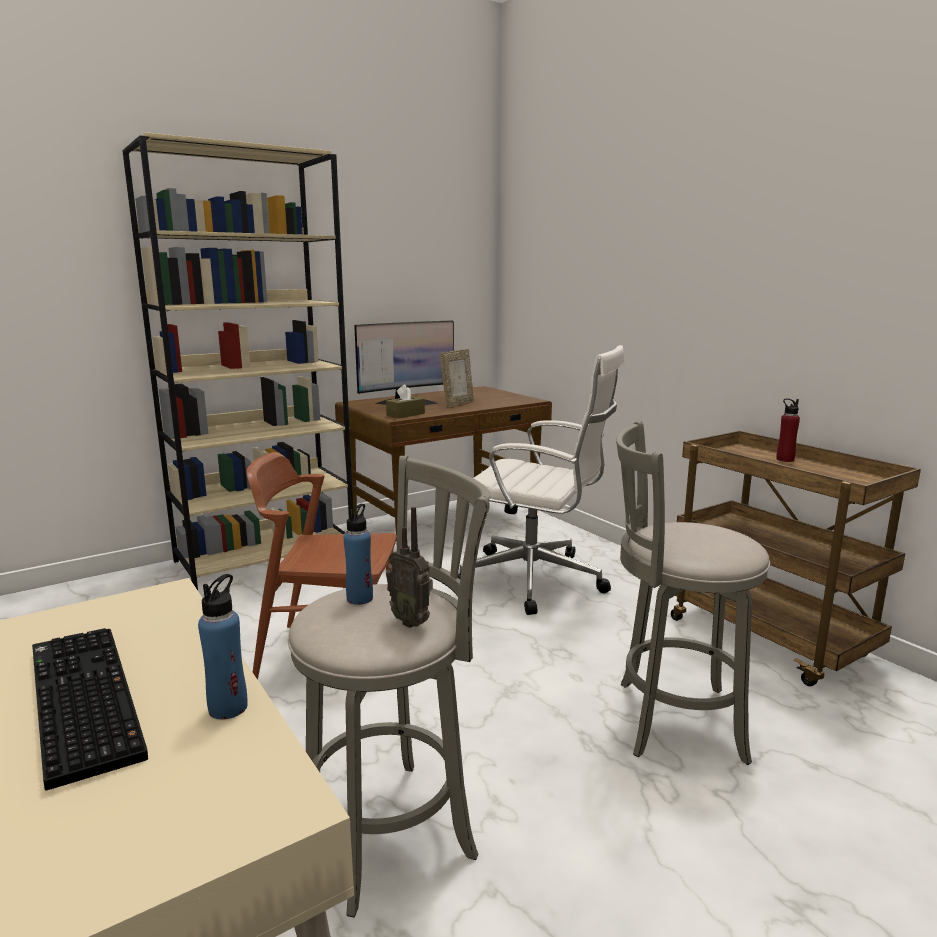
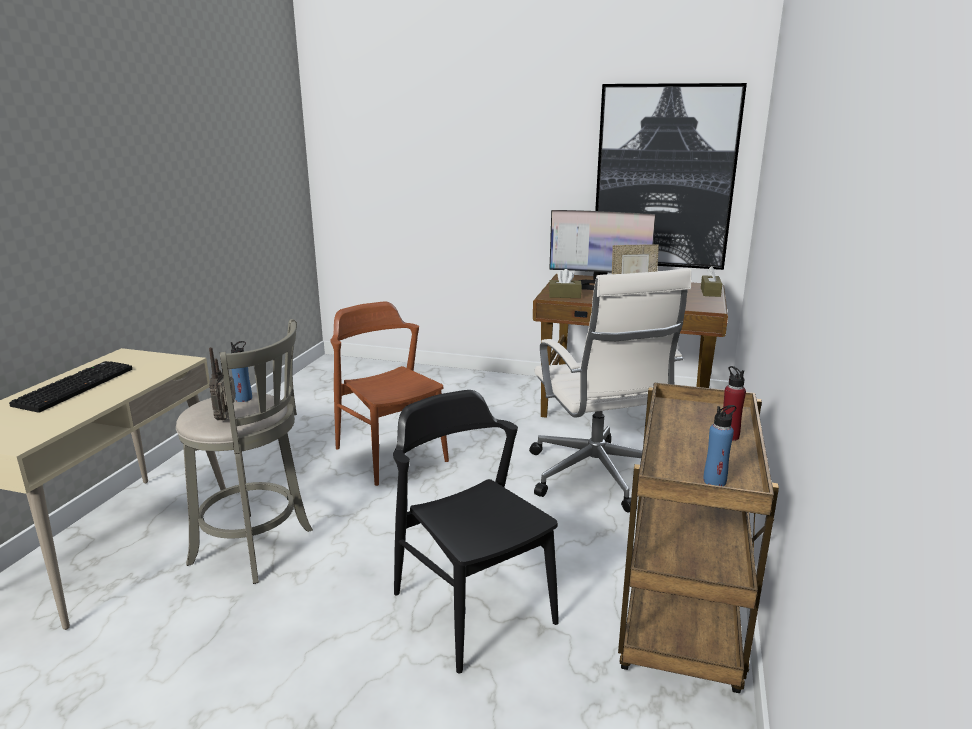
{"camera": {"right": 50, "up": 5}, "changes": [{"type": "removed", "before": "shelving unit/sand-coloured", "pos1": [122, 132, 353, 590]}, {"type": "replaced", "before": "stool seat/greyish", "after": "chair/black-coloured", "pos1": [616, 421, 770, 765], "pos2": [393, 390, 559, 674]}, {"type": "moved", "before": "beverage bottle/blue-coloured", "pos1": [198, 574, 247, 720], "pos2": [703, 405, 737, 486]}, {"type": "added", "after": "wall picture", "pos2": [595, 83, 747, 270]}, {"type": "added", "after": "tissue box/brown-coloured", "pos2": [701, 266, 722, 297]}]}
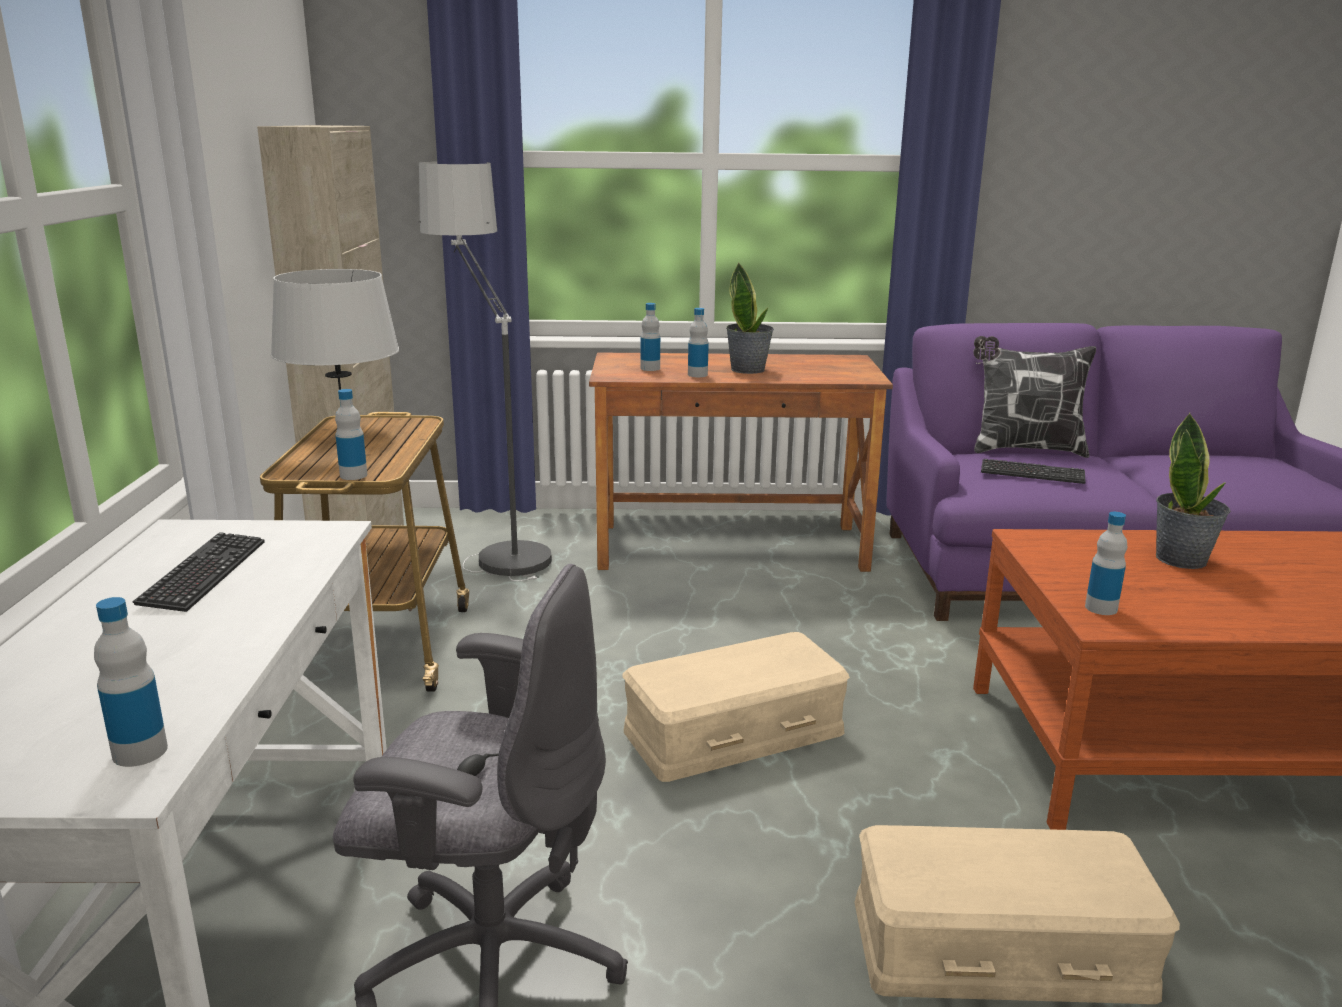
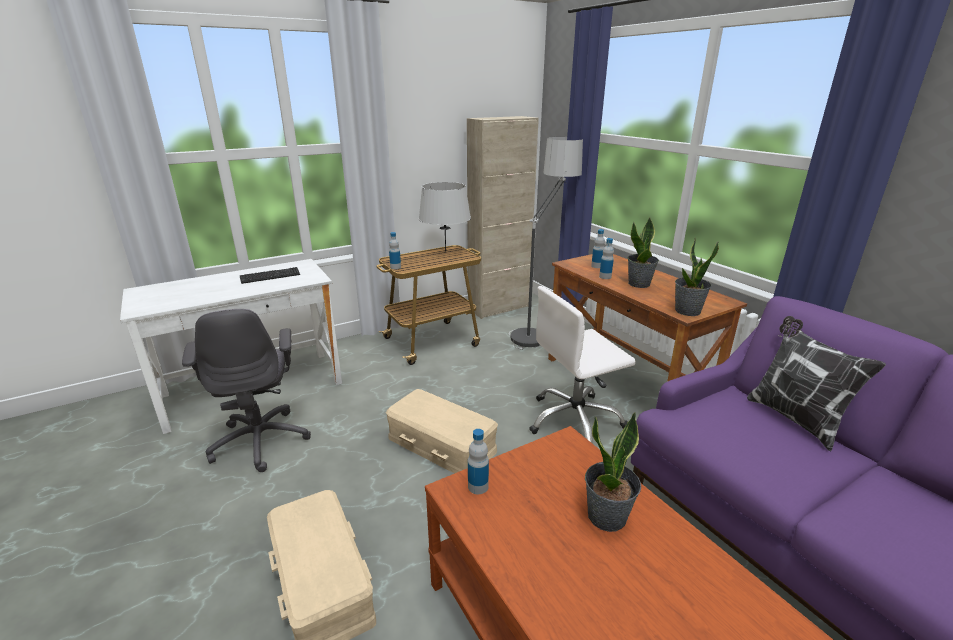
{"camera": {"right": 60, "up": 5}, "changes": [{"type": "removed", "before": "PC keyboard", "pos1": [981, 459, 1085, 484]}, {"type": "removed", "before": "beverage bottle", "pos1": [94, 597, 168, 767]}, {"type": "added", "after": "houseplant", "pos2": [675, 238, 719, 316]}, {"type": "added", "after": "computer chair/whitish", "pos2": [529, 286, 636, 444]}]}
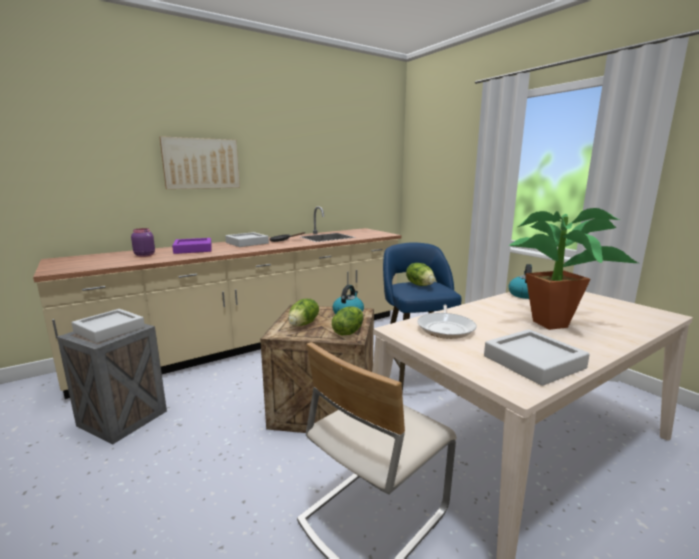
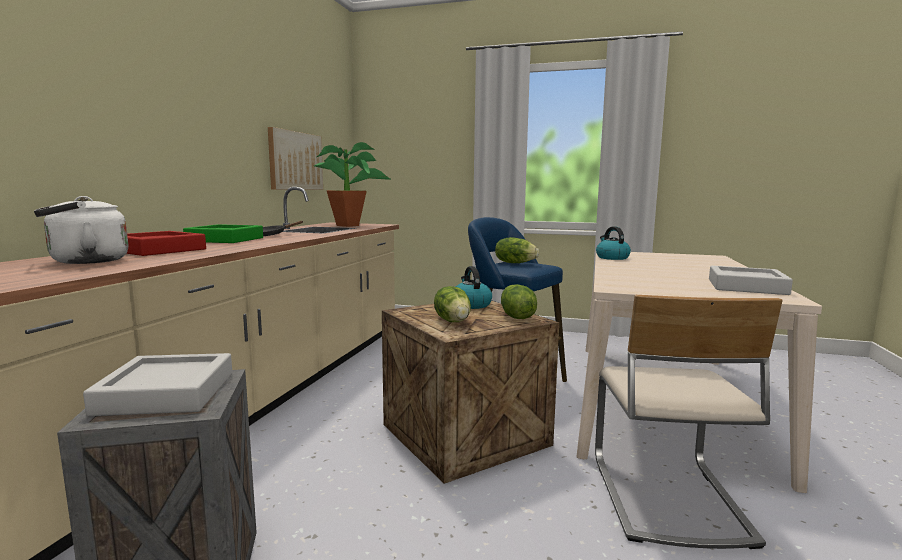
{"camera": {"right": -40, "up": -5}, "changes": [{"type": "moved", "before": "wall picture", "pos1": [160, 136, 240, 189], "pos2": [268, 127, 323, 190]}, {"type": "moved", "before": "houseplant", "pos1": [509, 208, 638, 330], "pos2": [314, 142, 390, 227]}, {"type": "replaced", "before": "jar/purple-coloured", "after": "tea kettle/whitish", "pos1": [131, 228, 155, 257], "pos2": [34, 196, 128, 264]}, {"type": "recoloured", "before": "carrying tray/greyish", "after": "carrying tray/green-coloured", "pos1": [225, 232, 269, 247], "pos2": [183, 224, 263, 243]}, {"type": "recoloured", "before": "carrying tray/purple-coloured", "after": "carrying tray/red", "pos1": [172, 238, 212, 254], "pos2": [126, 231, 206, 256]}, {"type": "removed", "before": "skillet", "pos1": [417, 305, 476, 339]}]}
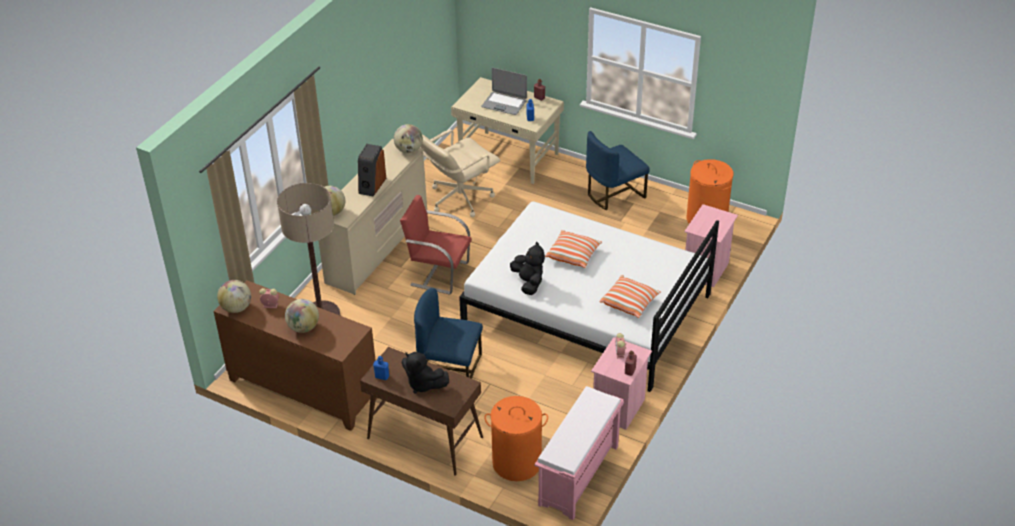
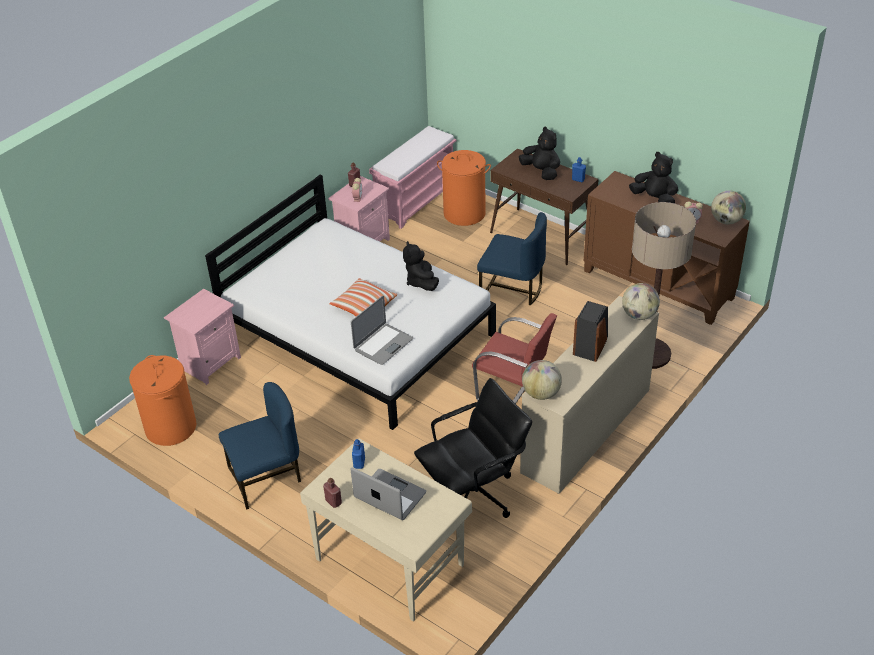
{"camera": {"right": -170, "up": 0}, "changes": [{"type": "recoloured", "before": "computer chair/sand-coloured", "after": "computer chair/black-coloured", "pos1": [420, 129, 500, 217], "pos2": [414, 378, 532, 518]}, {"type": "removed", "before": "pillow", "pos1": [599, 275, 661, 318]}, {"type": "replaced", "before": "desk globe", "after": "plush toy/black-coloured", "pos1": [285, 299, 319, 333], "pos2": [629, 152, 678, 203]}, {"type": "added", "after": "portable computer", "pos2": [351, 296, 413, 365]}]}
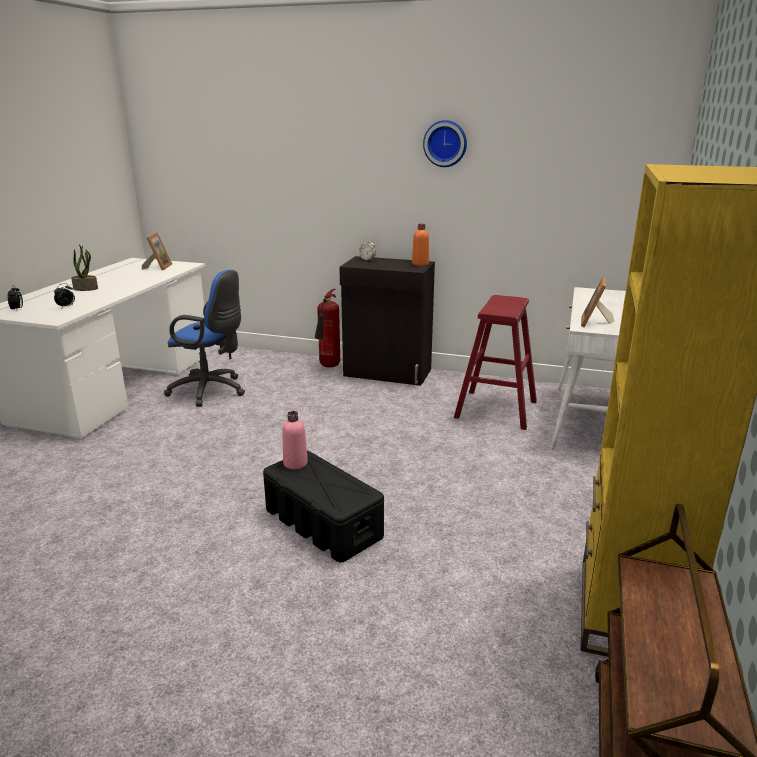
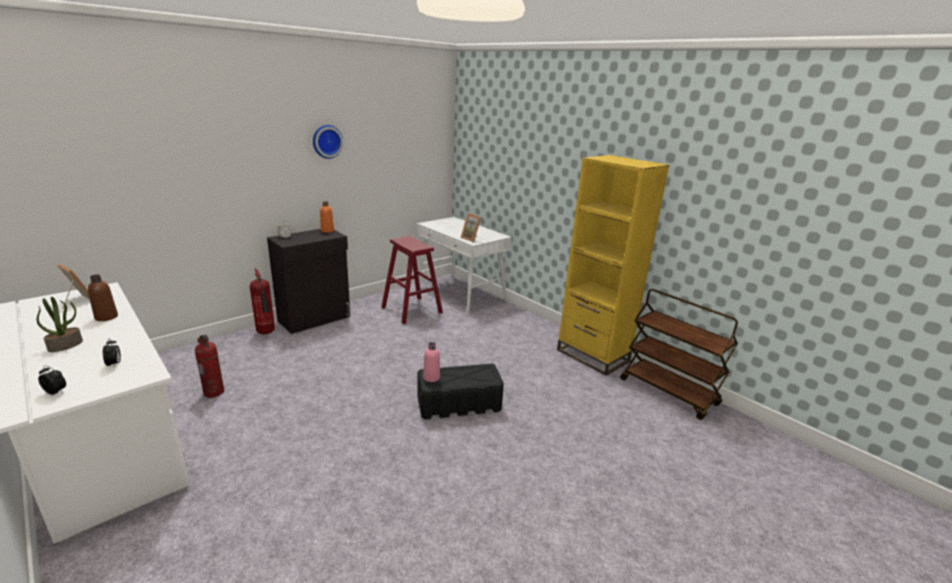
{"camera": {"right": -60, "up": 0}, "changes": [{"type": "replaced", "before": "computer chair/blue-coloured", "after": "fire-fighting cylinder", "pos1": [164, 270, 245, 407], "pos2": [195, 335, 224, 398]}, {"type": "added", "after": "beverage bottle/brown-coloured", "pos2": [88, 275, 118, 321]}]}
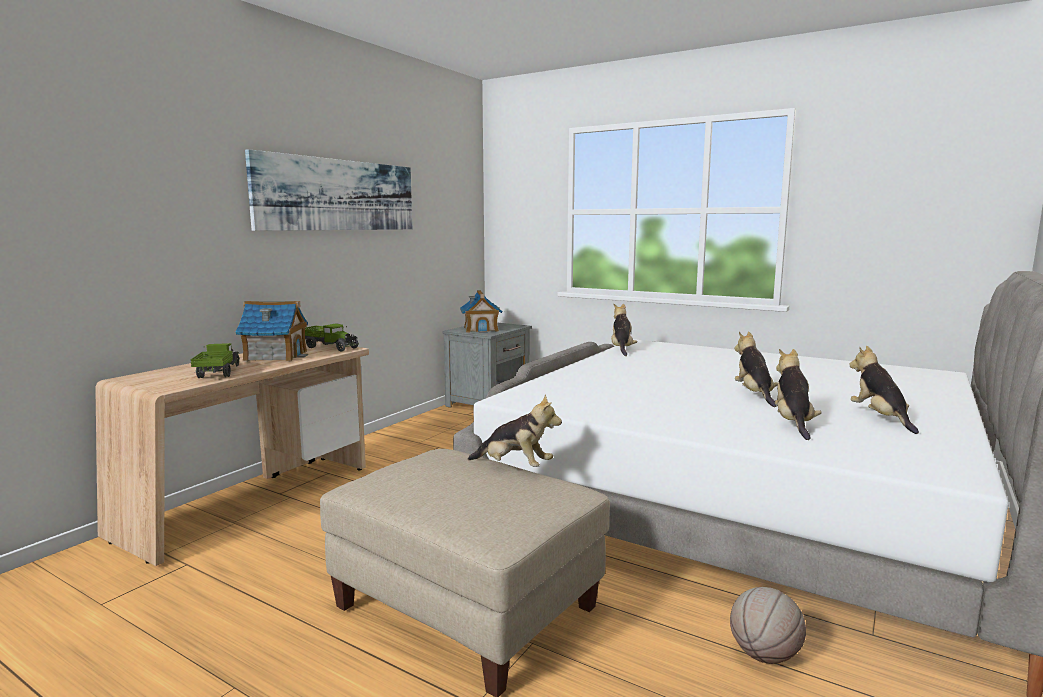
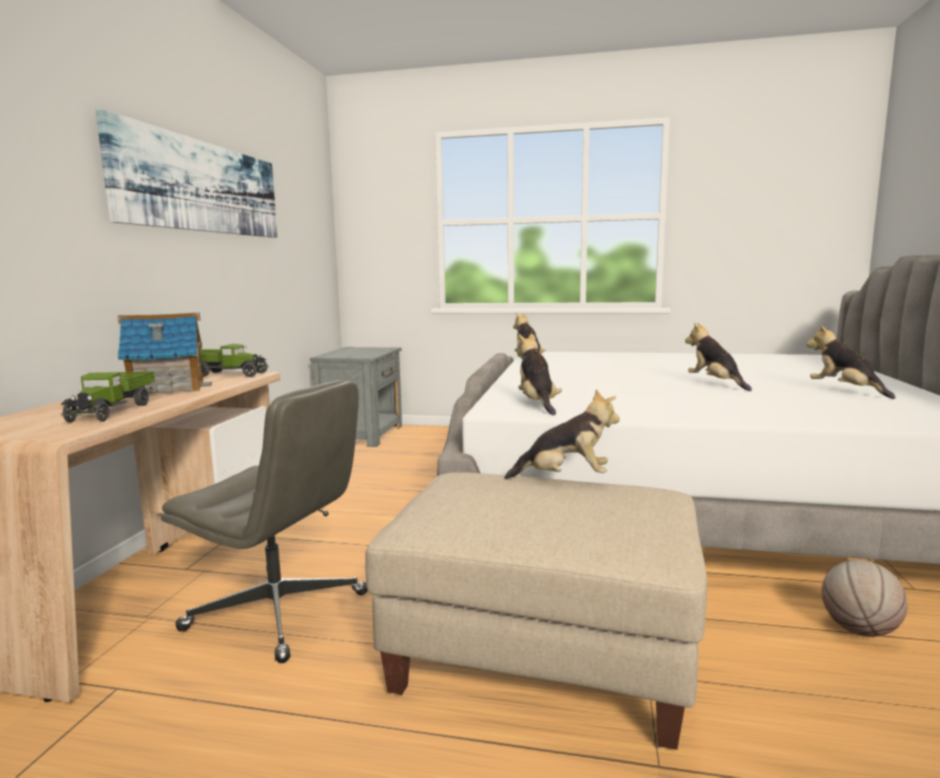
{"camera": {"right": -20, "up": 0}, "changes": [{"type": "removed", "before": "miniature house", "pos1": [460, 290, 503, 333]}, {"type": "turned", "before": "toy truck", "pos1": [190, 343, 239, 378], "pos2": [61, 372, 155, 423], "turn": -150}, {"type": "moved", "before": "plush toy", "pos1": [775, 349, 822, 440], "pos2": [517, 334, 562, 415]}, {"type": "added", "after": "computer chair/greyish", "pos2": [161, 380, 367, 663]}]}
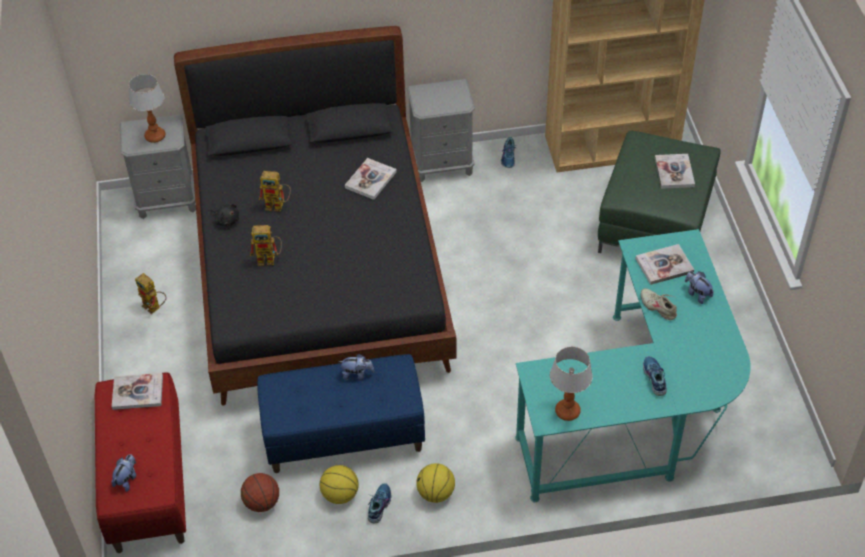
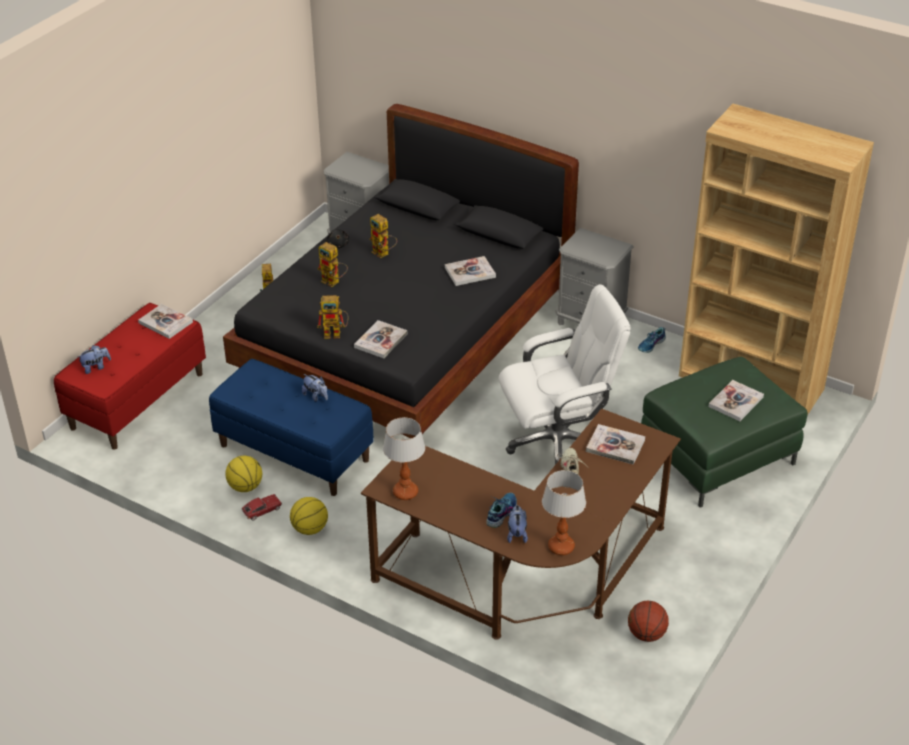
{"camera": {"right": 40, "up": -10}, "changes": [{"type": "moved", "before": "tabletop lamp", "pos1": [129, 74, 166, 143], "pos2": [542, 470, 586, 555]}, {"type": "recoloured", "before": "desk/turquoise", "after": "desk/brown-coloured", "pos1": [515, 229, 751, 502], "pos2": [361, 408, 681, 640]}, {"type": "moved", "before": "plush toy", "pos1": [685, 271, 714, 304], "pos2": [507, 505, 528, 543]}, {"type": "moved", "before": "basketball", "pos1": [241, 473, 279, 512], "pos2": [628, 601, 669, 642]}, {"type": "replaced", "before": "shoe", "after": "model car", "pos1": [368, 483, 391, 523], "pos2": [241, 494, 282, 520]}, {"type": "added", "after": "computer chair/whitish", "pos2": [499, 284, 631, 465]}, {"type": "added", "after": "robot figure", "pos2": [317, 295, 348, 339]}, {"type": "added", "after": "book", "pos2": [354, 320, 407, 358]}]}
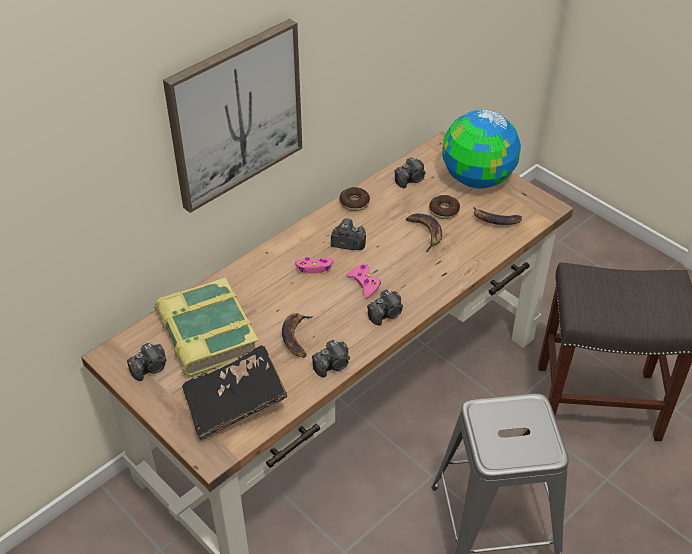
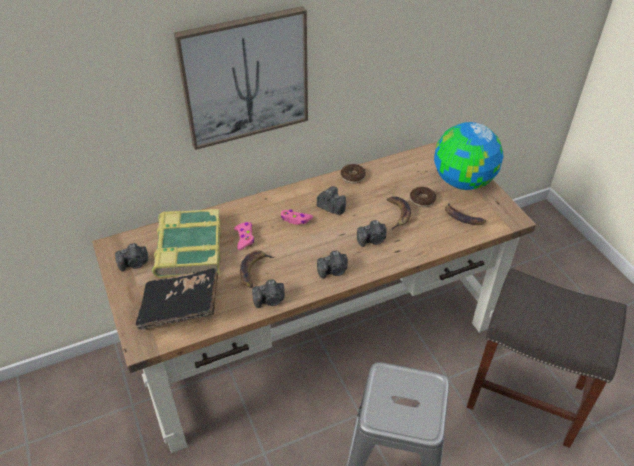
{"camera": {"right": 20, "up": 0}, "changes": [{"type": "moved", "before": "photo camera", "pos1": [394, 157, 425, 188], "pos2": [357, 220, 387, 247]}, {"type": "moved", "before": "game controller/pink-coloured", "pos1": [347, 264, 381, 299], "pos2": [234, 222, 254, 250]}]}
